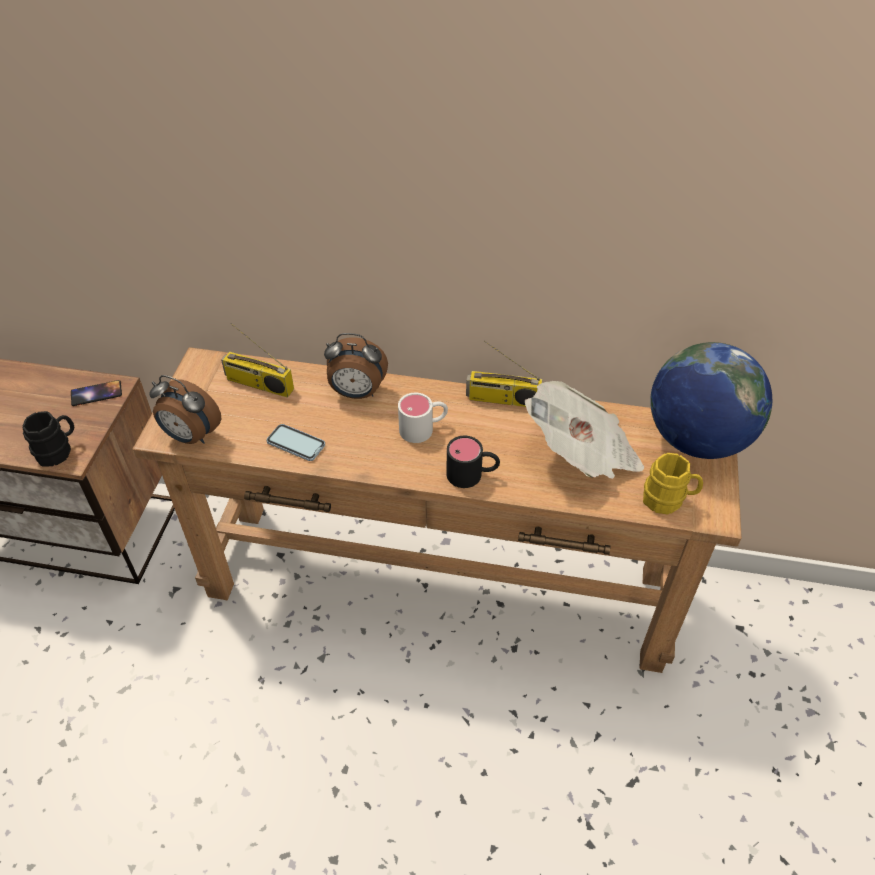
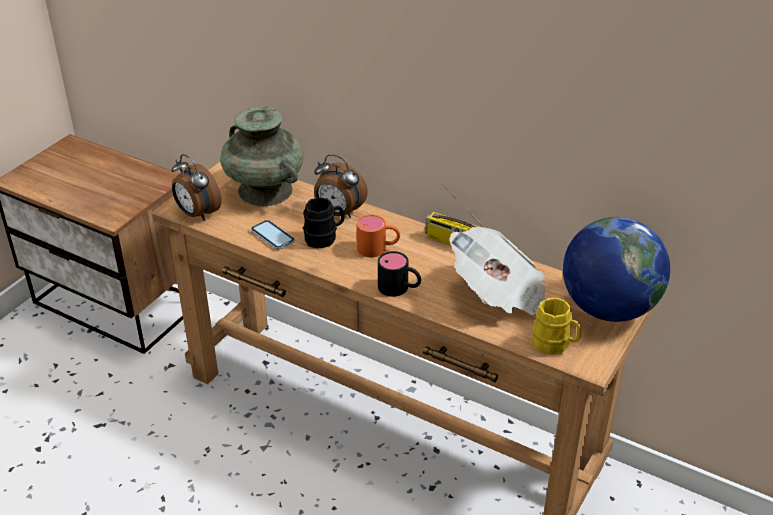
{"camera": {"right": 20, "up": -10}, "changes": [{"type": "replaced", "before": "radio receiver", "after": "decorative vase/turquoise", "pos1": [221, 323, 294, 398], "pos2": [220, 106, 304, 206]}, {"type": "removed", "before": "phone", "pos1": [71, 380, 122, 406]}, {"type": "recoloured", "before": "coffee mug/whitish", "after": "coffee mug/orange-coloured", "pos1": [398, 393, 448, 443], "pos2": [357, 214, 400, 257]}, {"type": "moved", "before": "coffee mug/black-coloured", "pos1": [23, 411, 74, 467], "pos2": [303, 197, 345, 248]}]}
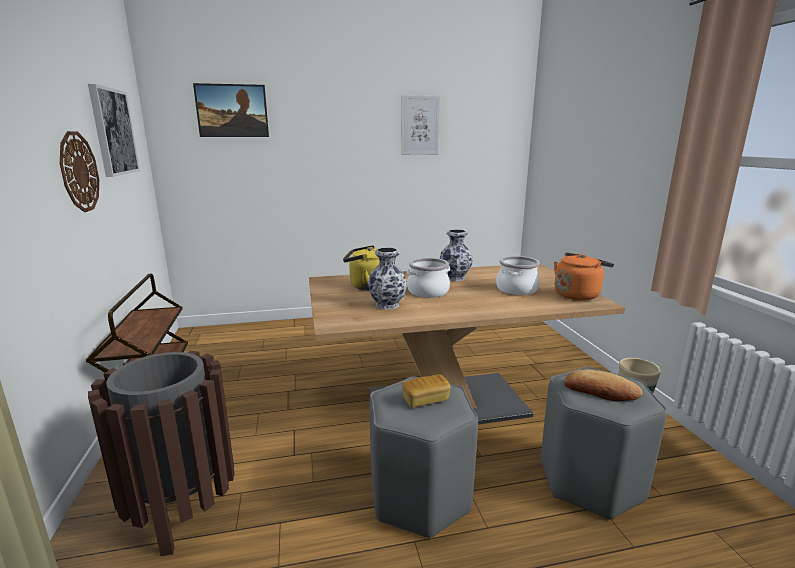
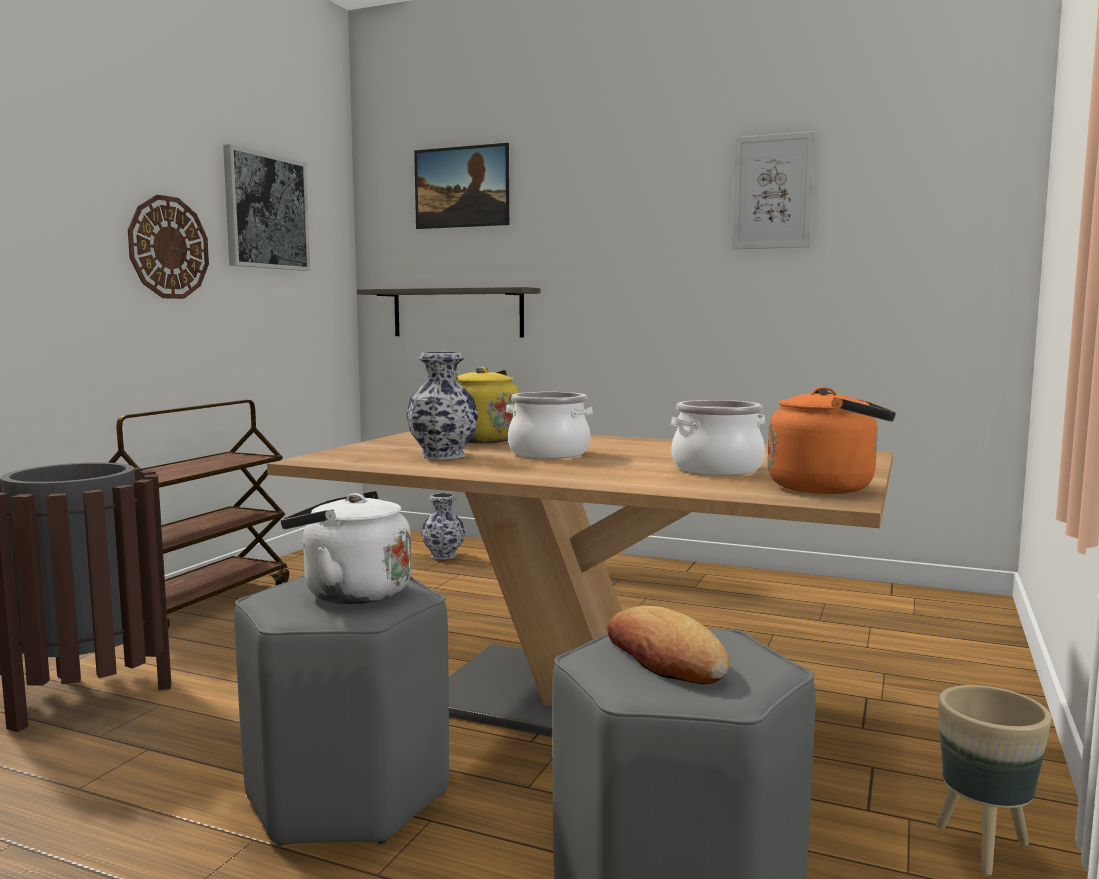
{"camera": {"right": 35, "up": -10}, "changes": [{"type": "moved", "before": "decorative vase", "pos1": [439, 229, 473, 281], "pos2": [421, 493, 465, 560]}, {"type": "replaced", "before": "bread", "after": "tea kettle/whitish", "pos1": [402, 374, 451, 408], "pos2": [281, 491, 411, 604]}, {"type": "added", "after": "bracket shelf", "pos2": [357, 287, 540, 338]}]}
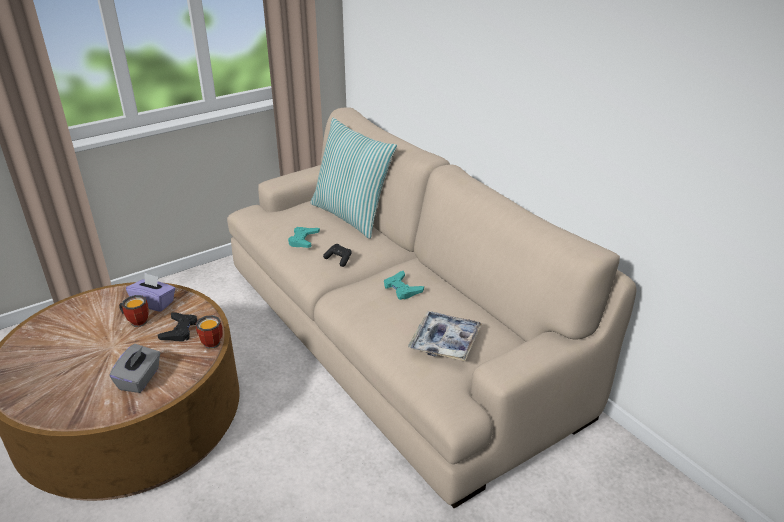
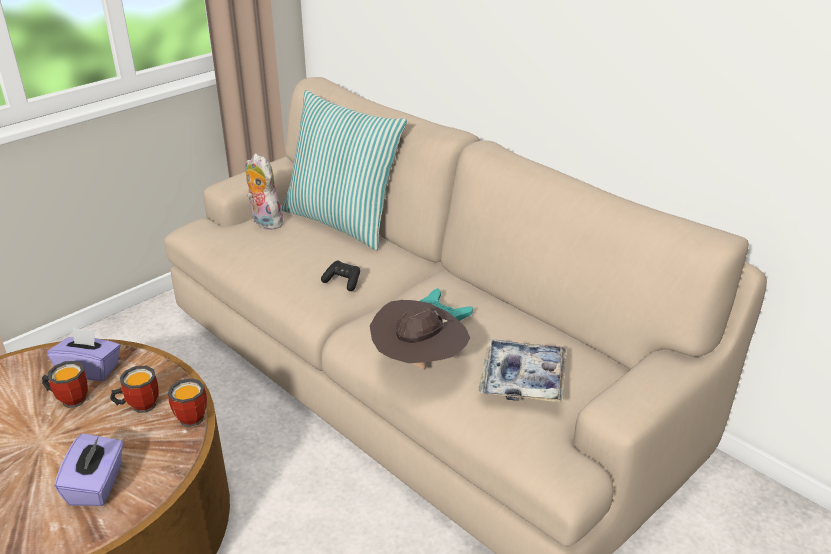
{"camera": {"right": -10, "up": 0}, "changes": [{"type": "removed", "before": "game controller/turquoise", "pos1": [288, 227, 320, 248]}, {"type": "replaced", "before": "game controller/black-coloured", "after": "coffee mug", "pos1": [158, 312, 198, 341], "pos2": [110, 366, 159, 413]}, {"type": "recoloured", "before": "tissue box/greyish", "after": "tissue box/purple-coloured", "pos1": [109, 344, 160, 393], "pos2": [55, 433, 123, 506]}, {"type": "added", "after": "plush toy", "pos2": [246, 153, 283, 230]}, {"type": "added", "after": "wearable hat/brown-coloured", "pos2": [370, 300, 470, 370]}]}
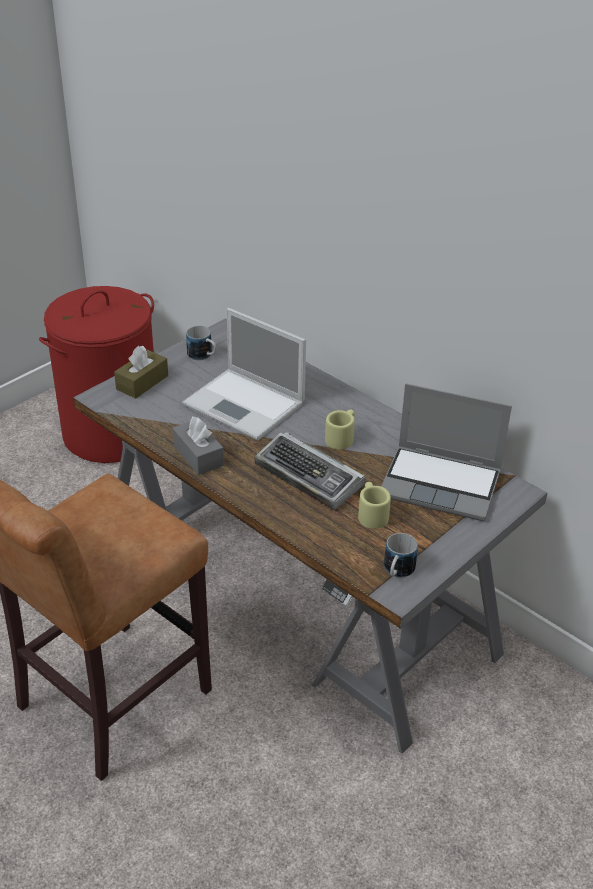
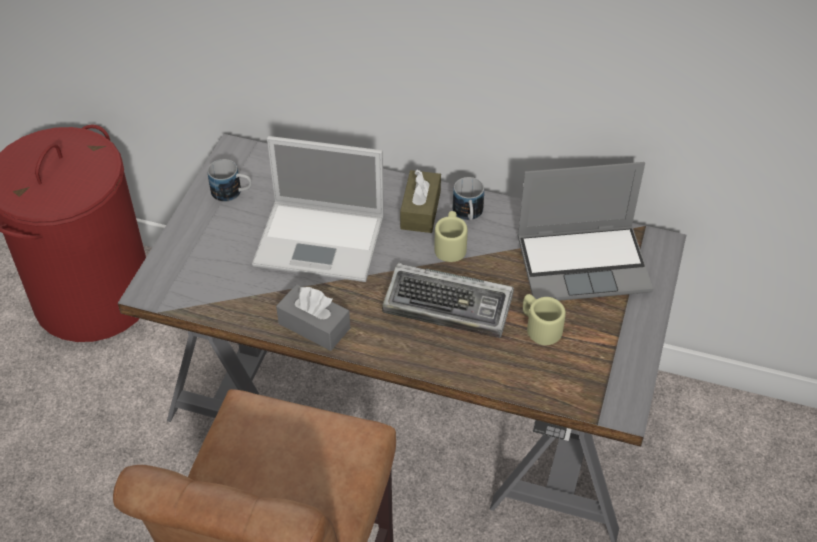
{"camera": {"right": -25, "up": 10}, "changes": [{"type": "moved", "before": "tissue box/brown-coloured", "pos1": [114, 346, 168, 399], "pos2": [400, 169, 441, 233]}, {"type": "moved", "before": "coffee mug", "pos1": [384, 533, 418, 578], "pos2": [453, 177, 484, 221]}]}
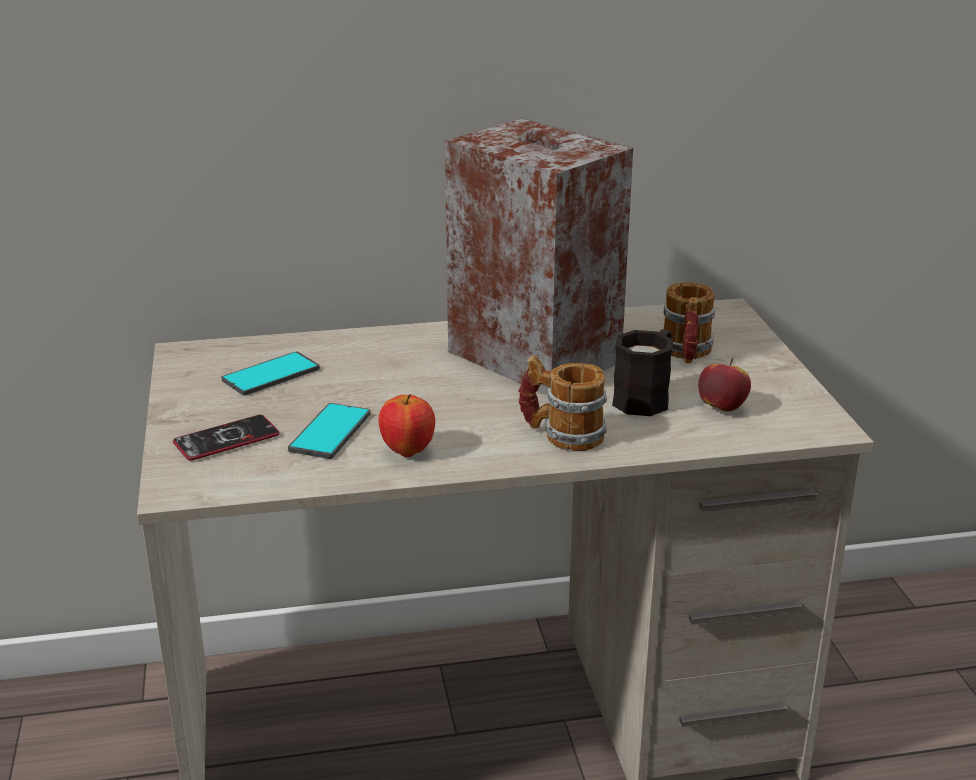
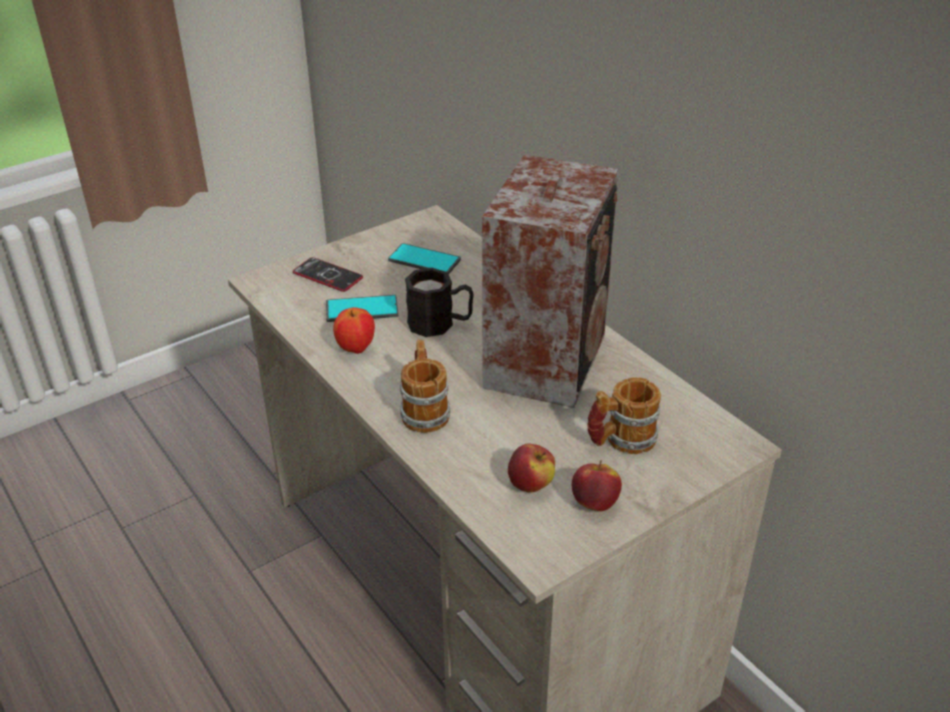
{"camera": {"right": 65, "up": 10}, "changes": [{"type": "moved", "before": "coffee mug/black-coloured", "pos1": [612, 329, 673, 416], "pos2": [405, 268, 474, 337]}, {"type": "added", "after": "apple", "pos2": [572, 460, 622, 511]}]}
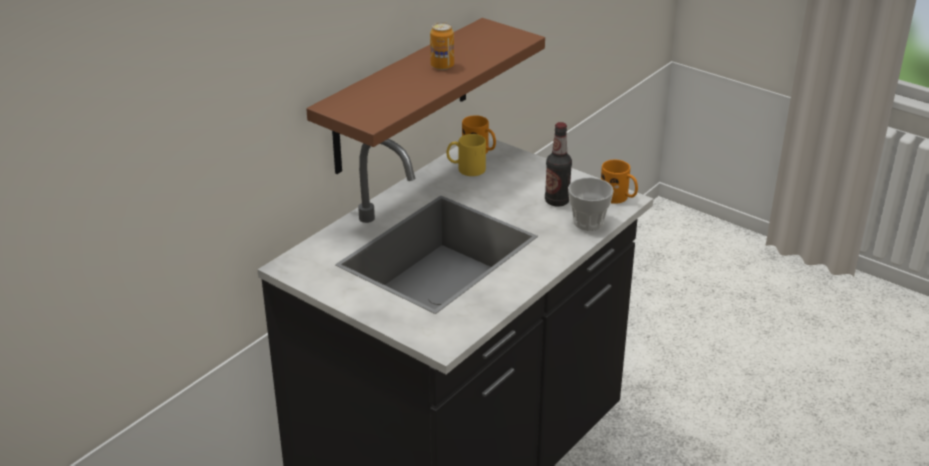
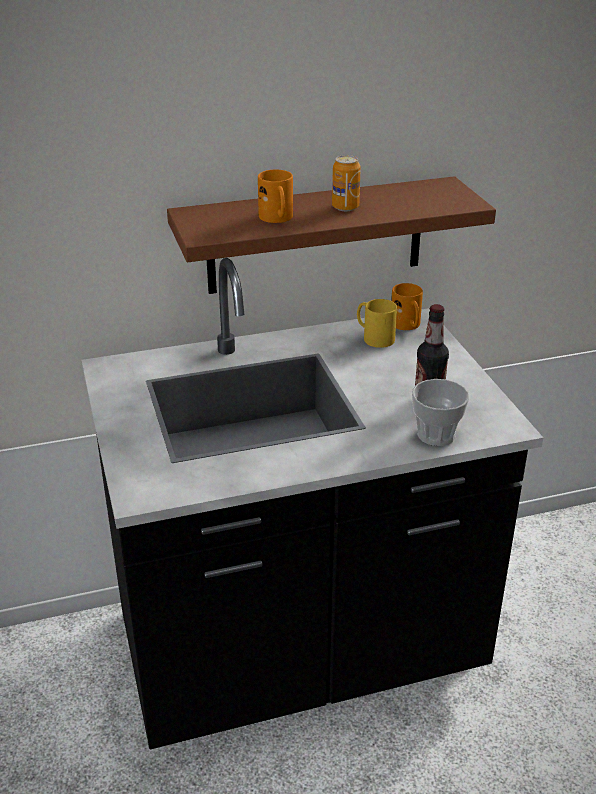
{"camera": {"right": 35, "up": 0}, "changes": [{"type": "moved", "before": "coffee mug/orange-coloured", "pos1": [601, 160, 638, 204], "pos2": [258, 170, 293, 223]}]}
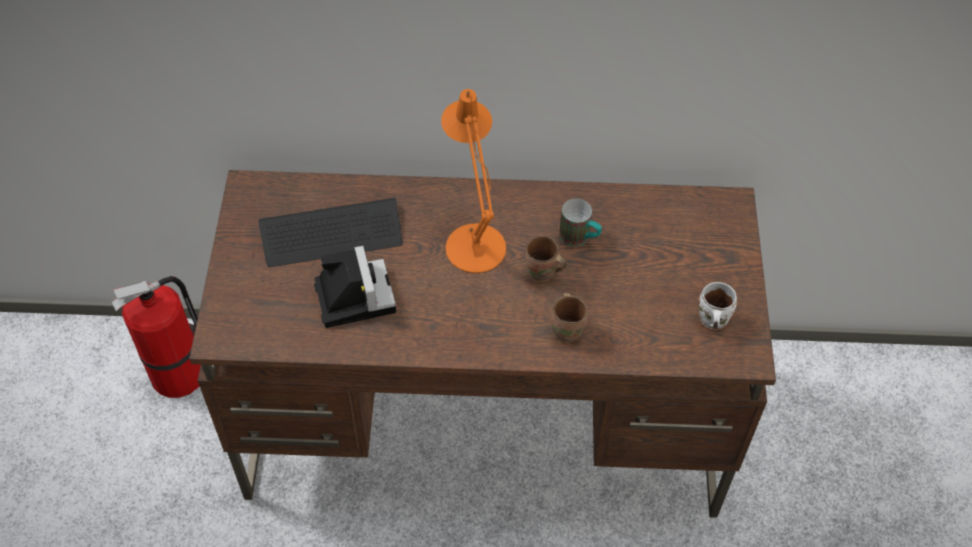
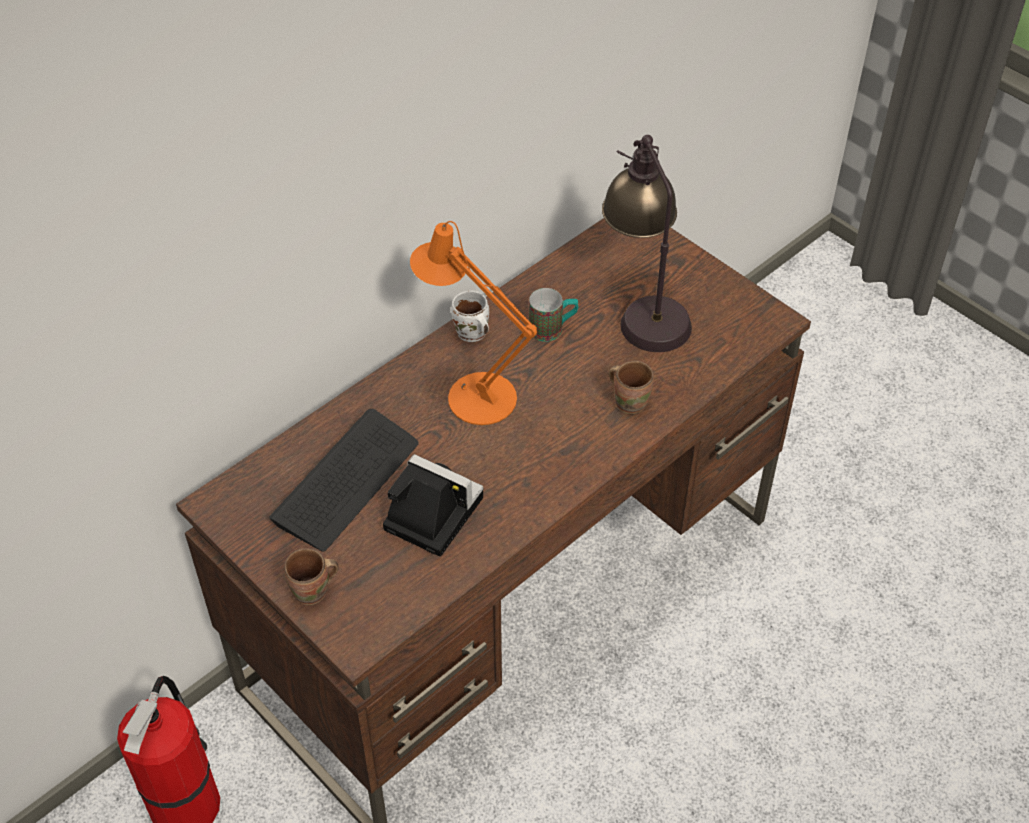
{"camera": {"right": -45, "up": -5}, "changes": [{"type": "moved", "before": "coffee mug/brown-coloured", "pos1": [525, 235, 567, 282], "pos2": [284, 548, 339, 605]}, {"type": "moved", "before": "coffee mug/whitish", "pos1": [699, 282, 737, 329], "pos2": [451, 291, 489, 342]}, {"type": "added", "after": "tabletop lamp", "pos2": [602, 135, 692, 352]}]}
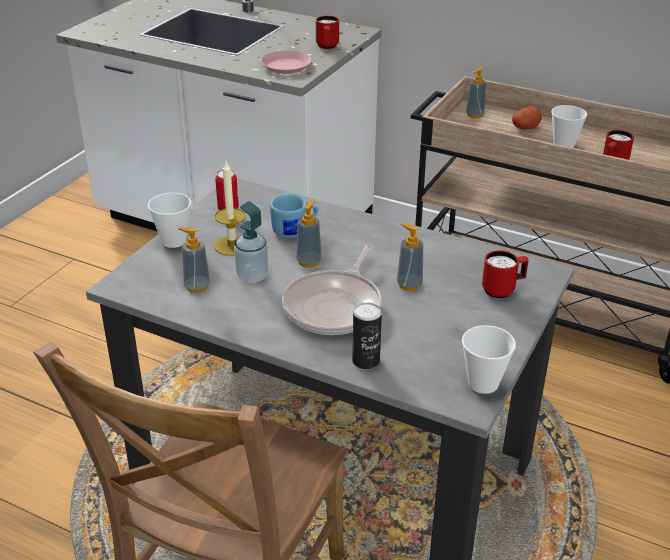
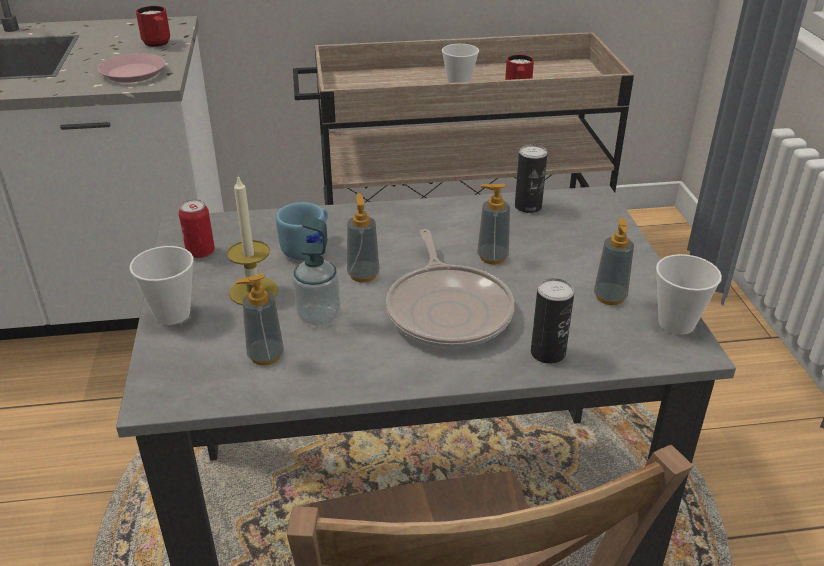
{"camera": {"right": -35, "up": 0}, "changes": [{"type": "moved", "before": "liquid soap bottle", "pos1": [466, 67, 486, 119], "pos2": [594, 218, 634, 305]}, {"type": "removed", "before": "potato", "pos1": [512, 106, 542, 129]}, {"type": "removed", "before": "coffee mug/red", "pos1": [482, 250, 529, 298]}, {"type": "added", "after": "metal can", "pos2": [515, 145, 547, 213]}]}
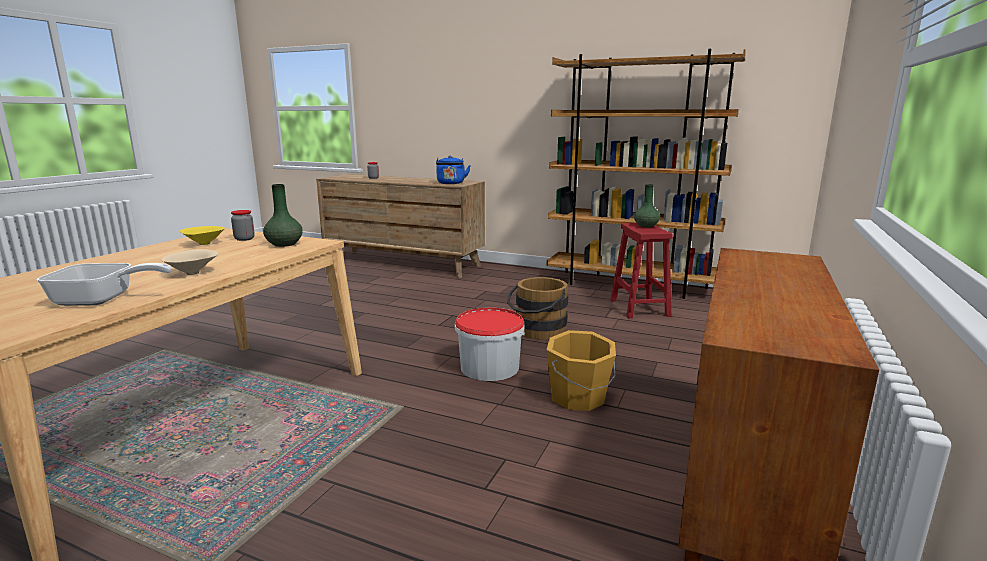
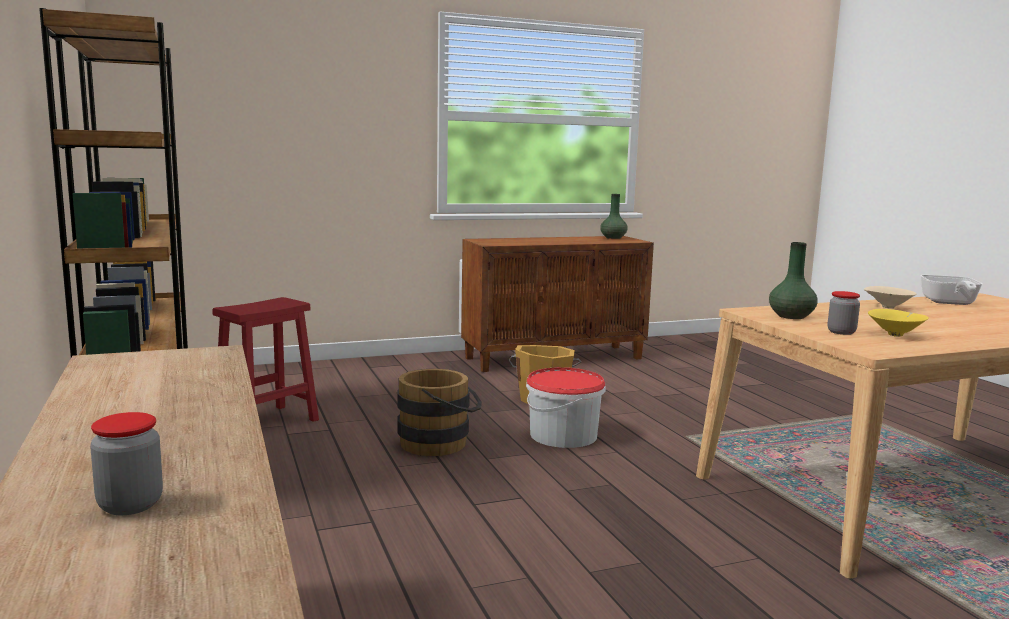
{"camera": {"right": -135, "up": -5}, "changes": [{"type": "removed", "before": "tea kettle/blue-coloured", "pos1": [436, 156, 470, 184]}, {"type": "moved", "before": "decorative vase/green-coloured", "pos1": [634, 184, 660, 227], "pos2": [600, 194, 628, 239]}, {"type": "turned", "before": "skillet", "pos1": [37, 263, 172, 306], "pos2": [920, 275, 983, 305], "turn": -120}]}
